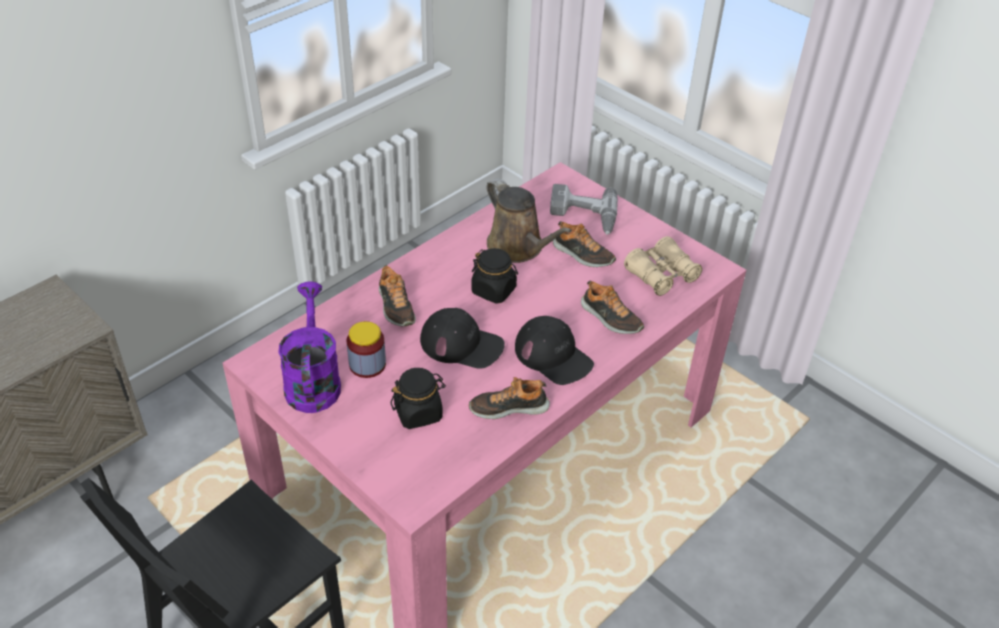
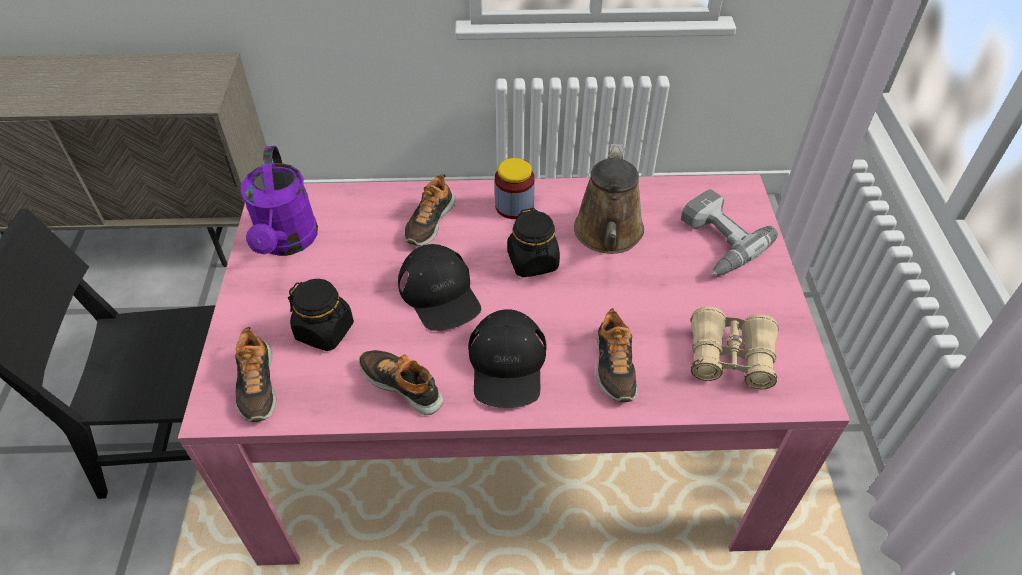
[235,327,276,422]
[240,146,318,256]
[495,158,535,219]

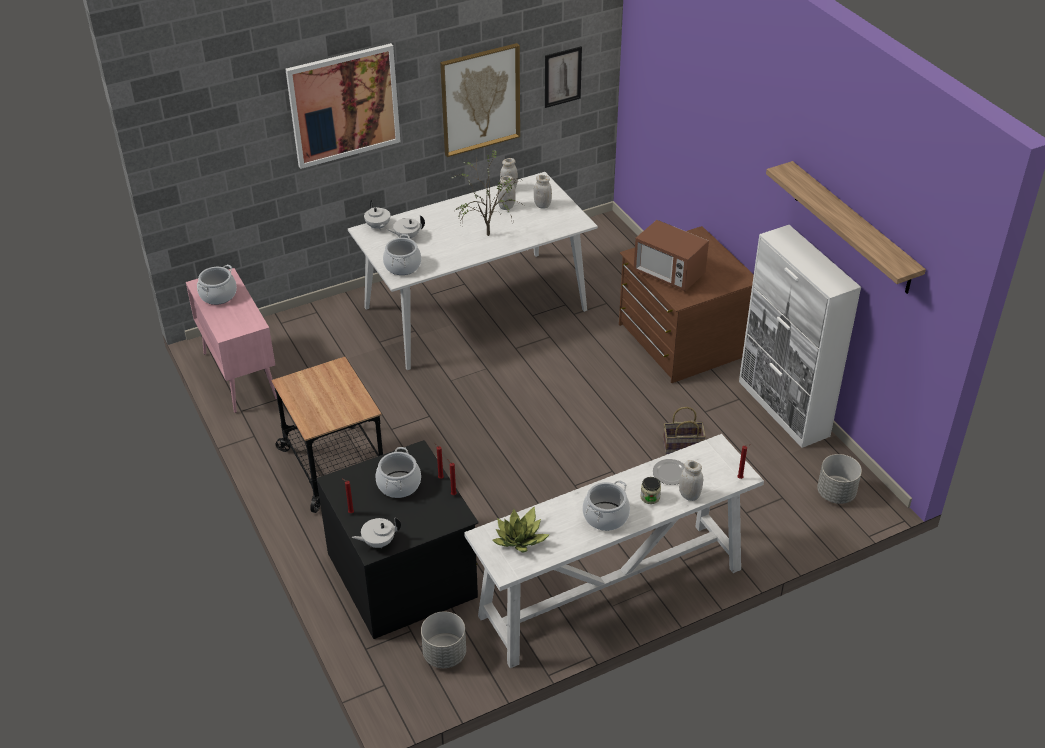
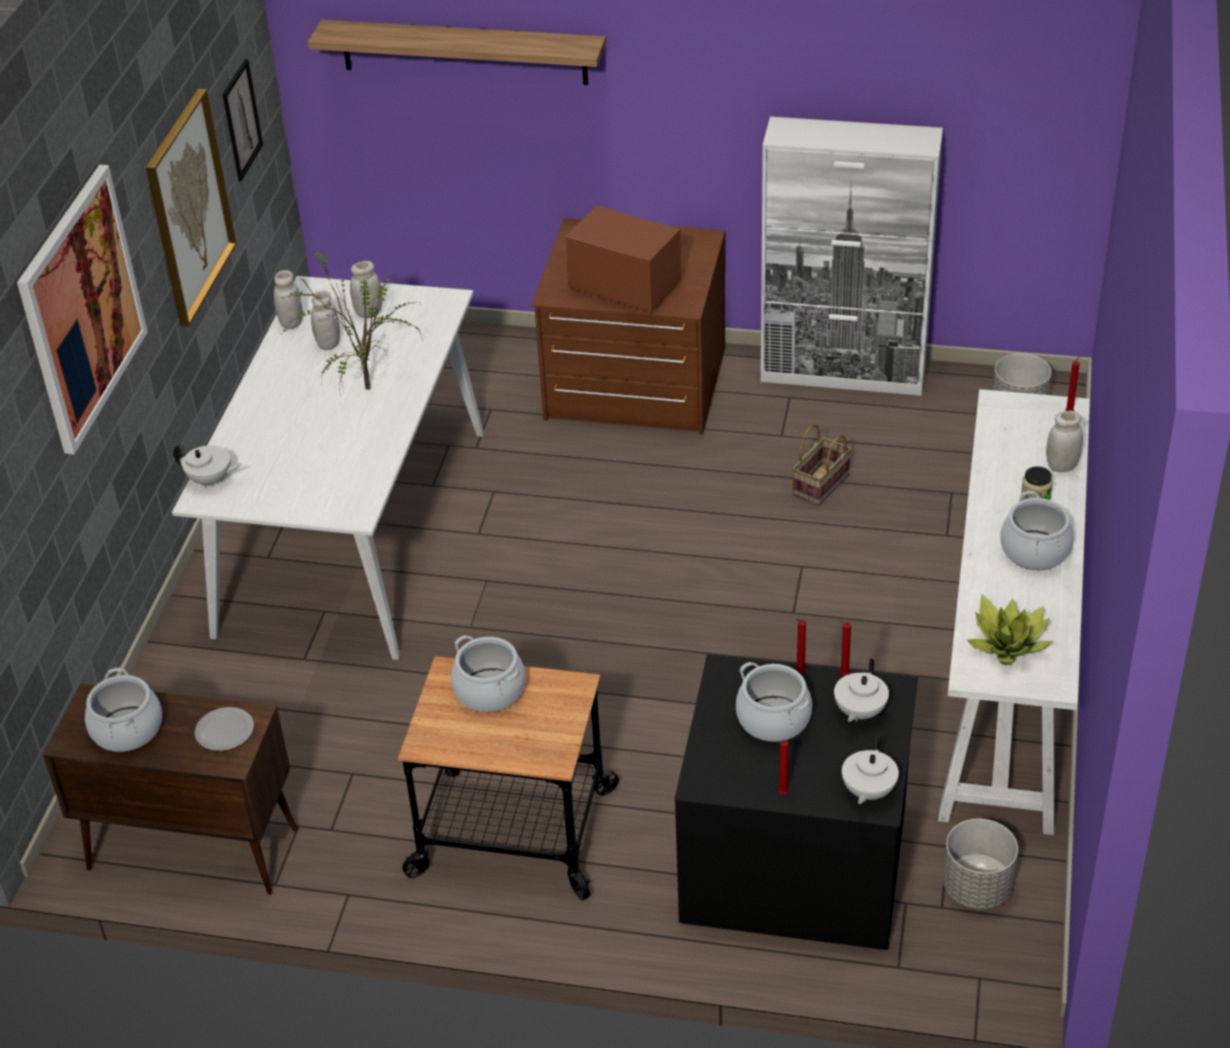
[43,683,297,895]
[195,707,254,751]
[308,20,606,85]
[451,635,526,712]
[565,205,681,313]
[834,658,889,722]

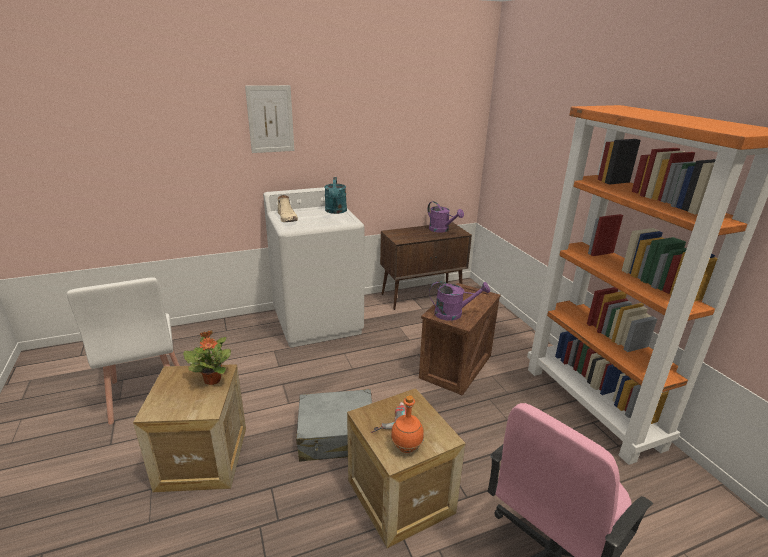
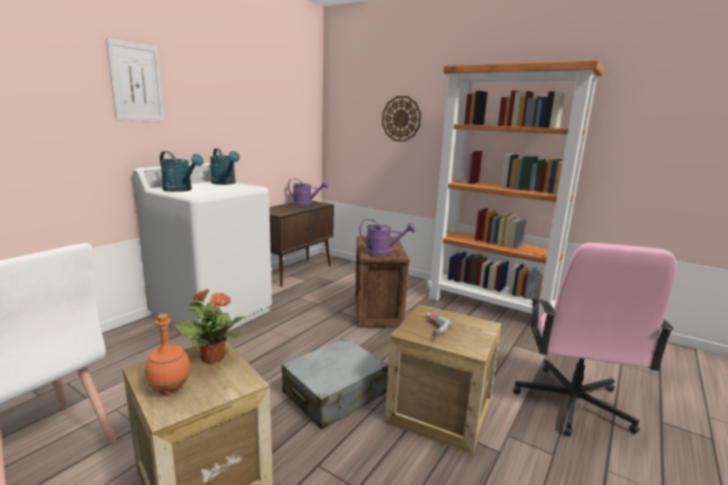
[145,314,191,395]
[160,151,204,192]
[360,219,416,256]
[382,96,421,142]

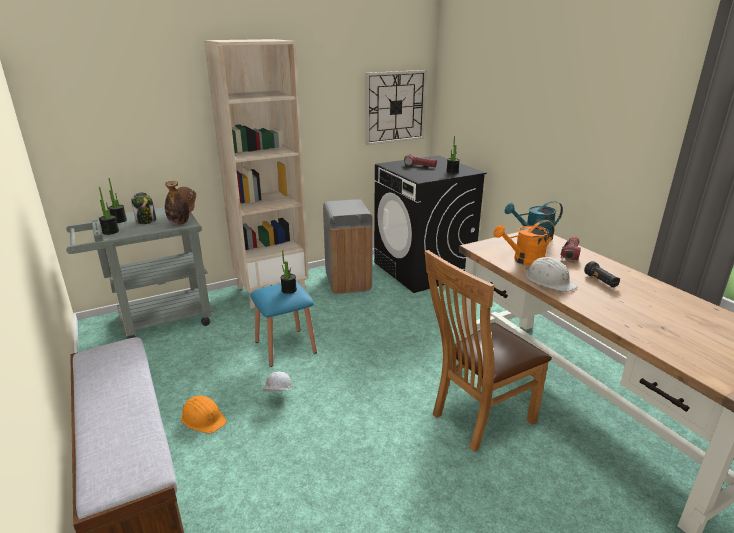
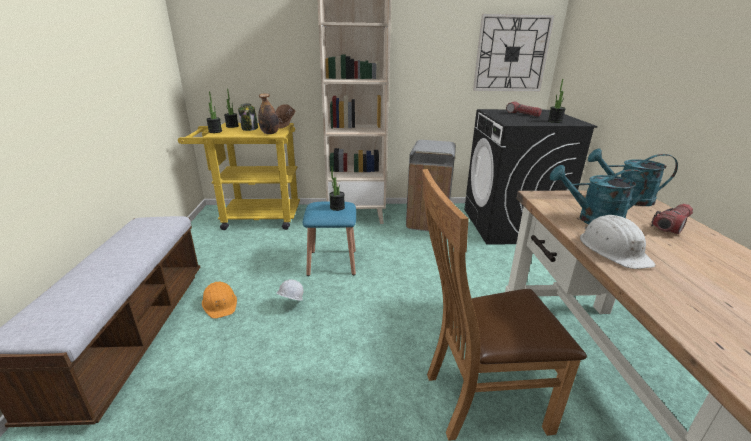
[178,123,300,230]
[550,165,648,224]
[584,261,620,288] (first image)

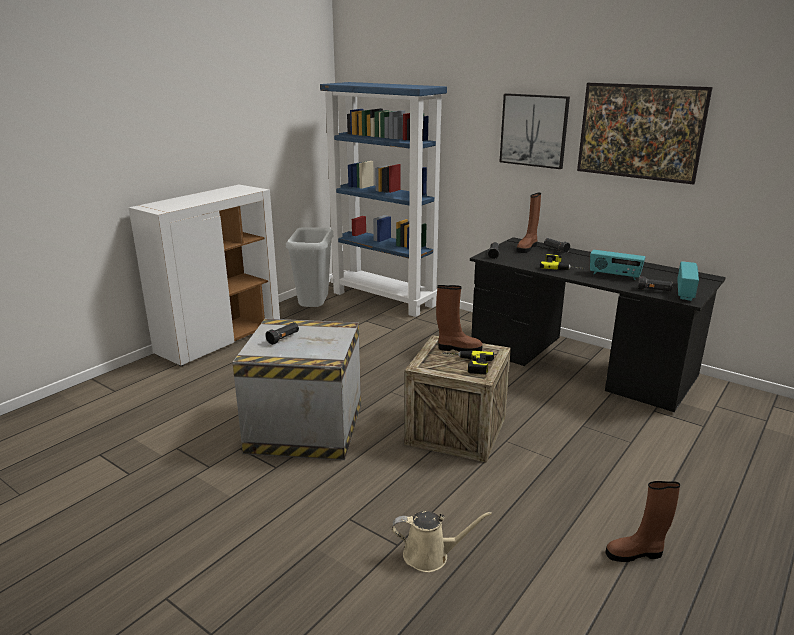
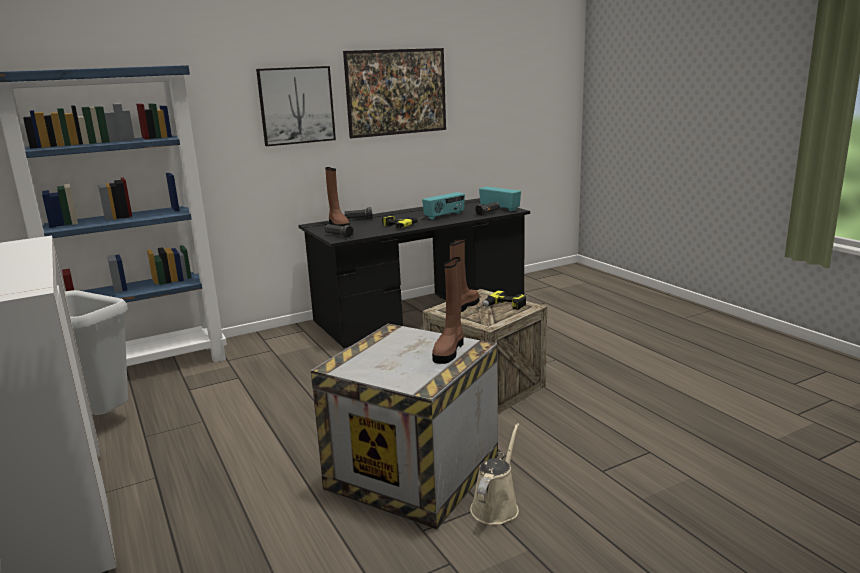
[432,257,464,364]
[470,423,519,525]
[265,322,299,345] (first image)

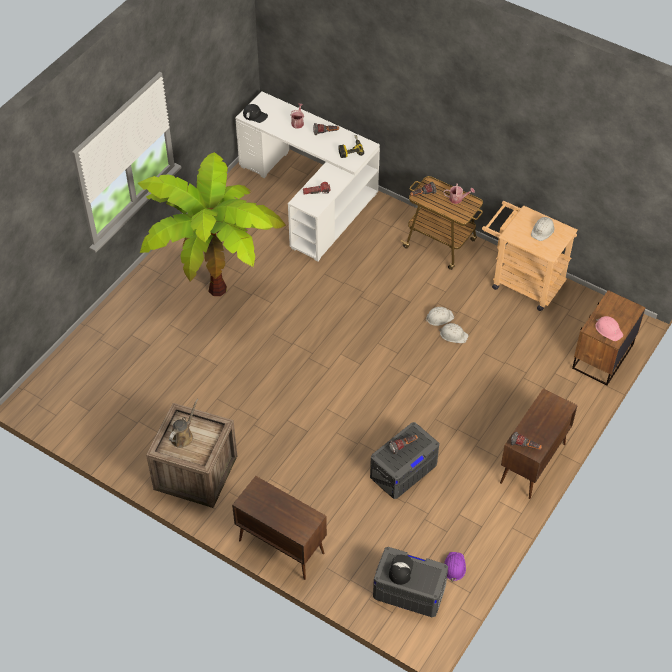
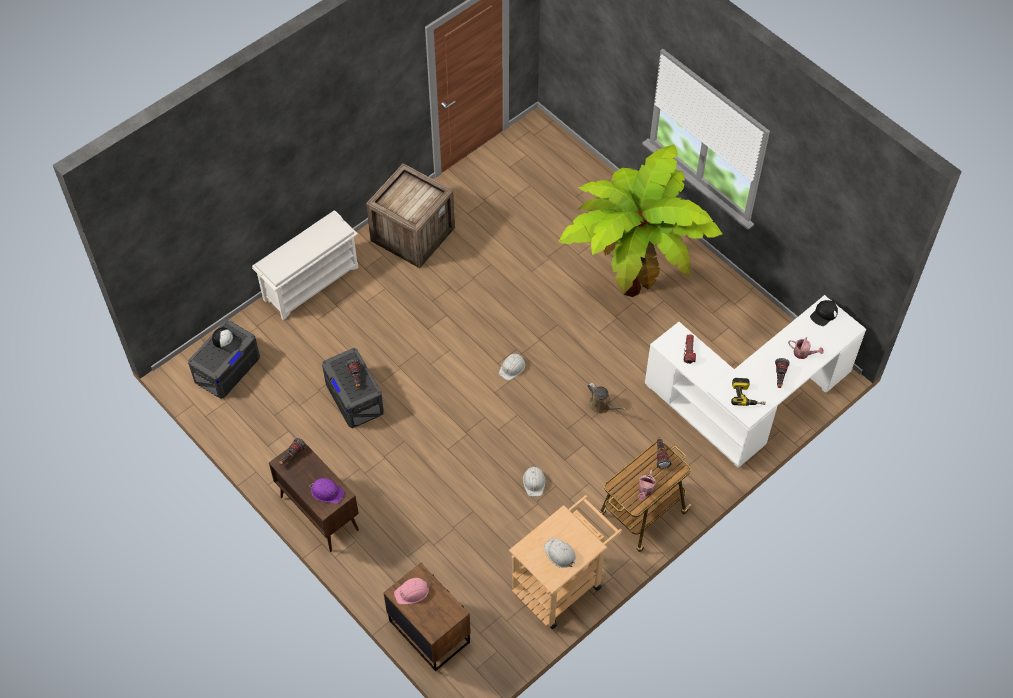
[252,210,358,320]
[309,478,345,503]
[499,354,525,380]
[588,383,626,414]

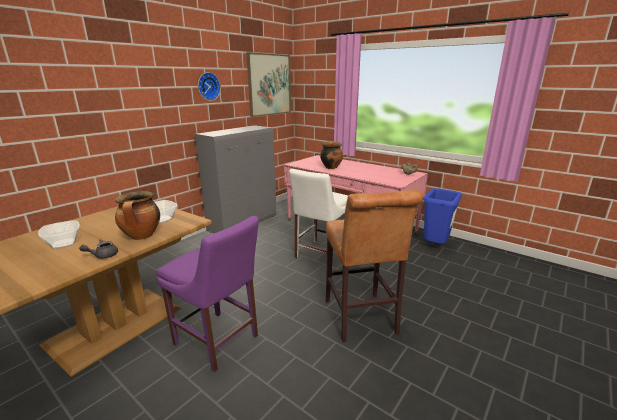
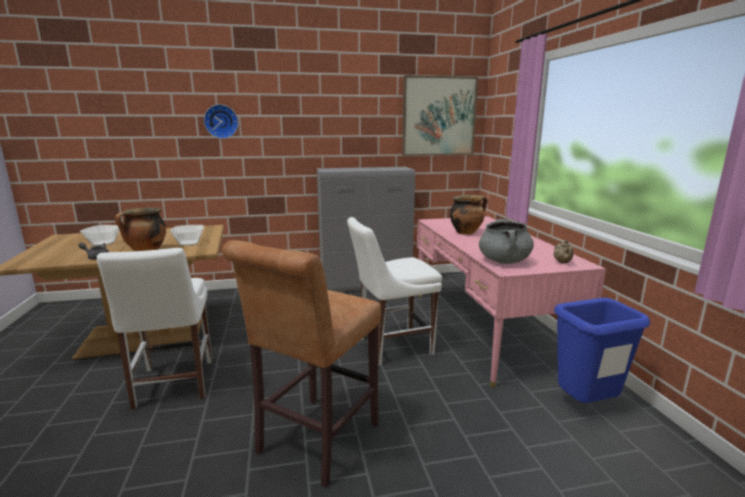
[97,248,212,409]
[204,104,239,139]
[479,219,534,264]

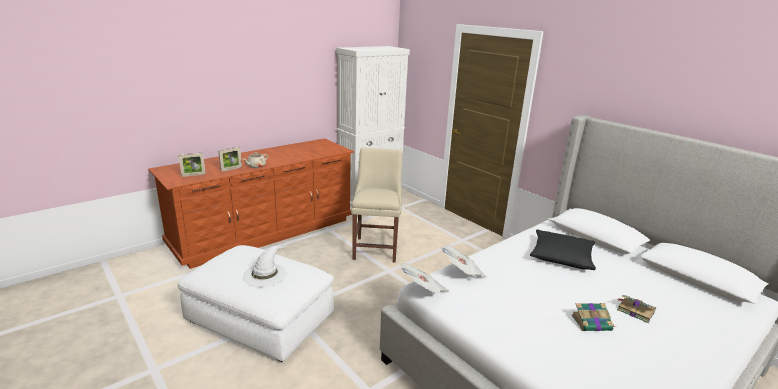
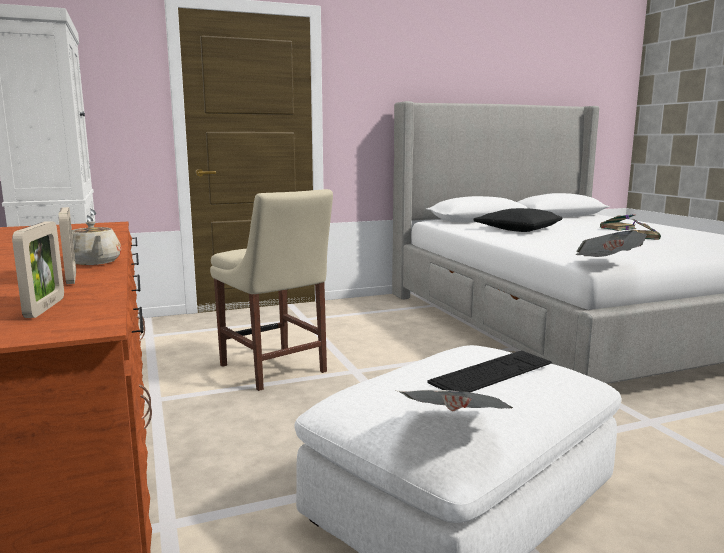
[210,189,333,391]
[398,390,513,411]
[428,350,552,392]

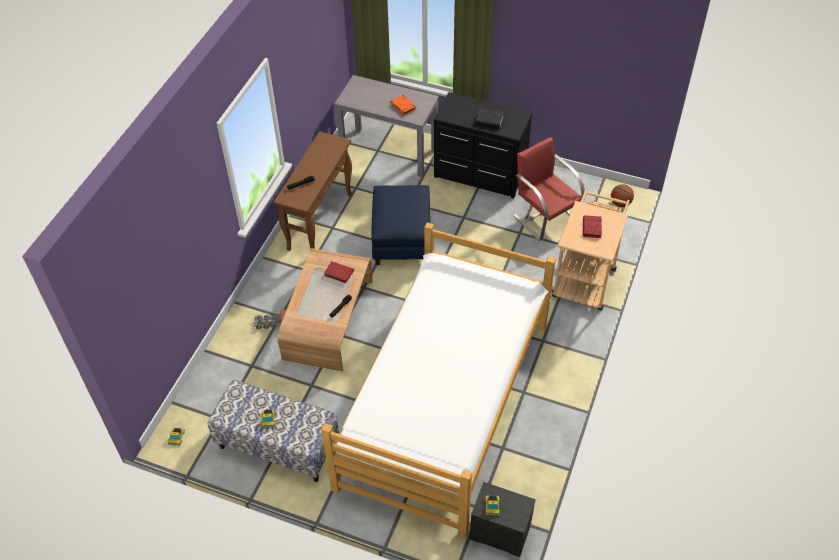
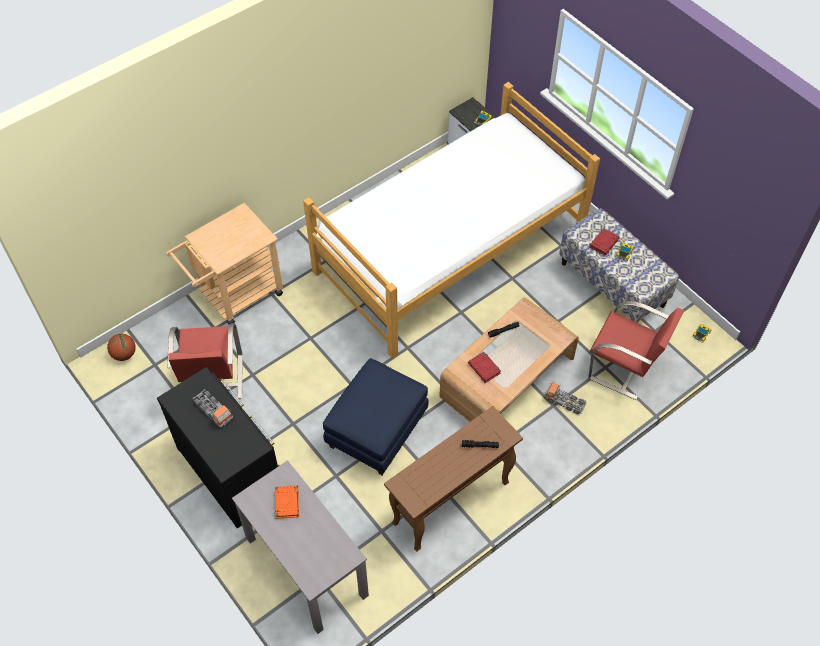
[193,389,233,428]
[588,301,684,400]
[590,228,620,256]

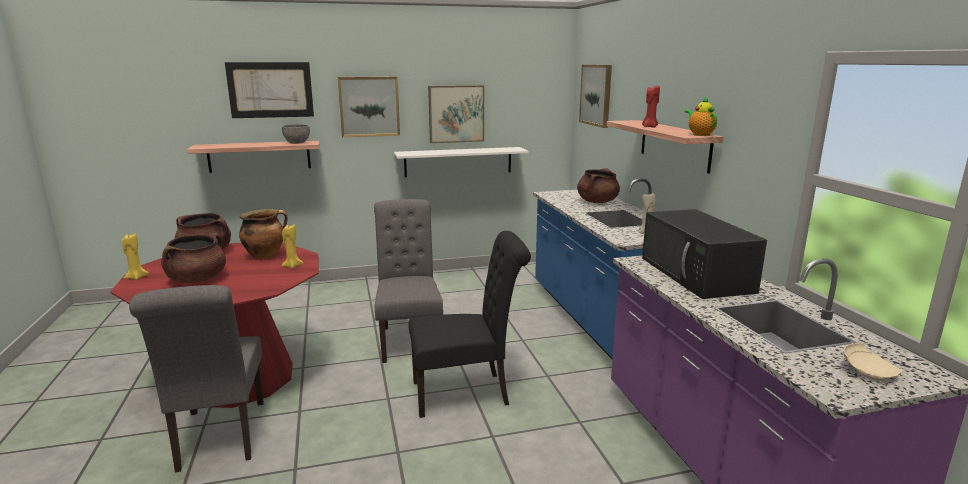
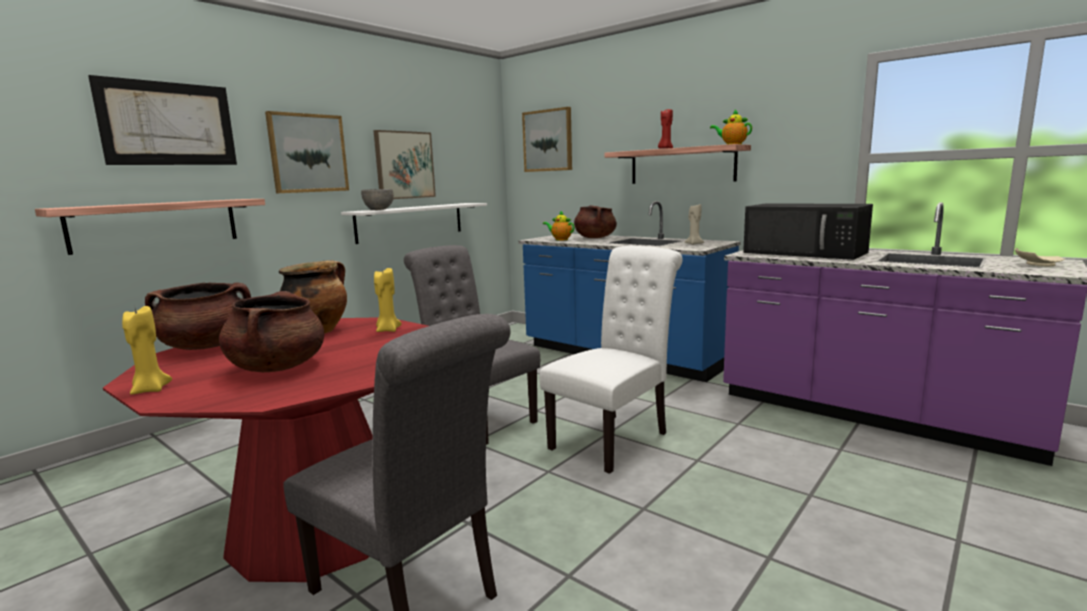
[361,189,394,210]
[540,246,682,474]
[543,211,574,241]

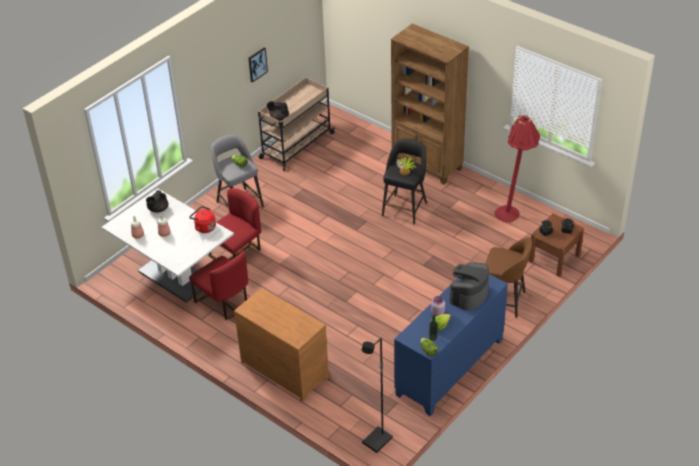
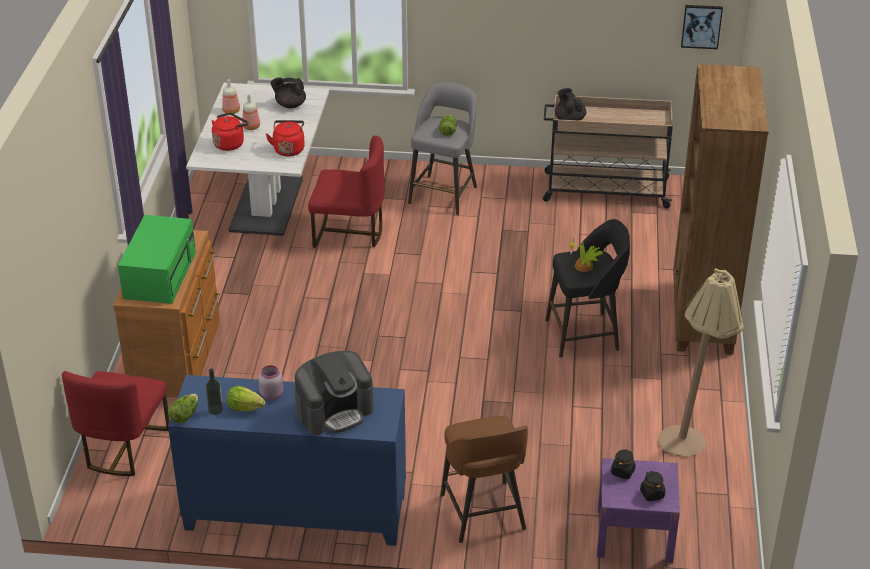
[62,371,170,476]
[118,215,196,304]
[212,113,249,151]
[295,351,374,435]
[597,458,680,563]
[658,268,744,457]
[681,5,723,49]
[362,338,393,453] (first image)

